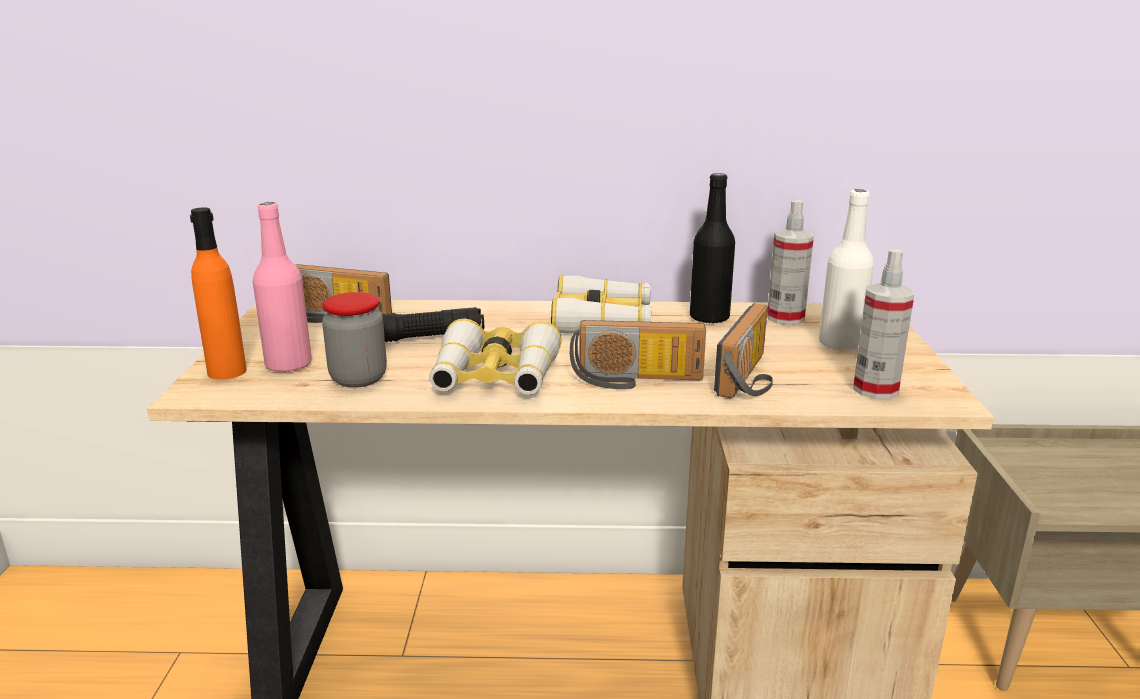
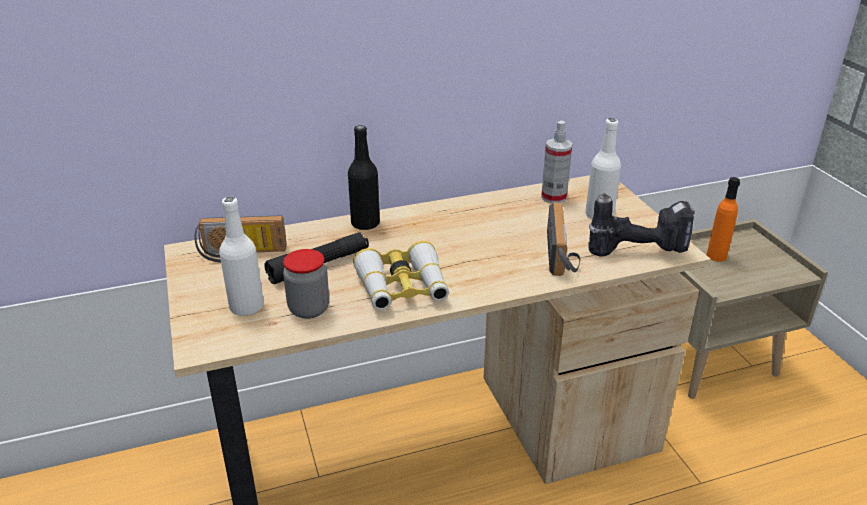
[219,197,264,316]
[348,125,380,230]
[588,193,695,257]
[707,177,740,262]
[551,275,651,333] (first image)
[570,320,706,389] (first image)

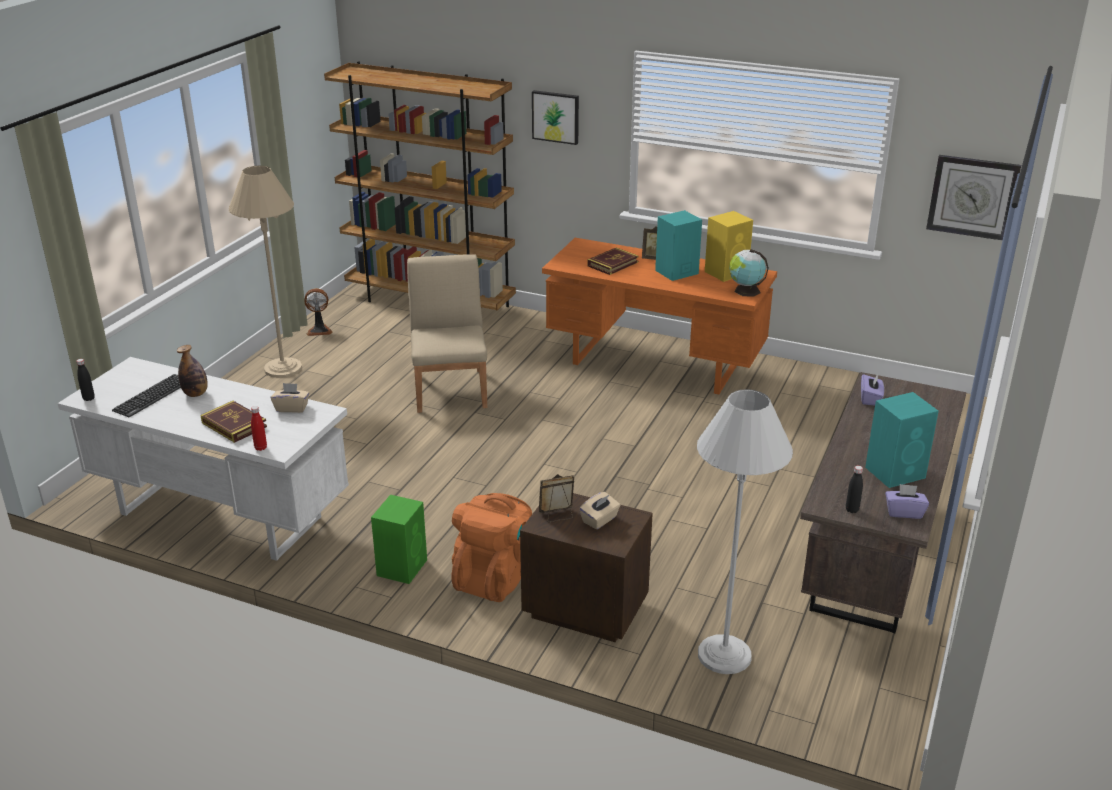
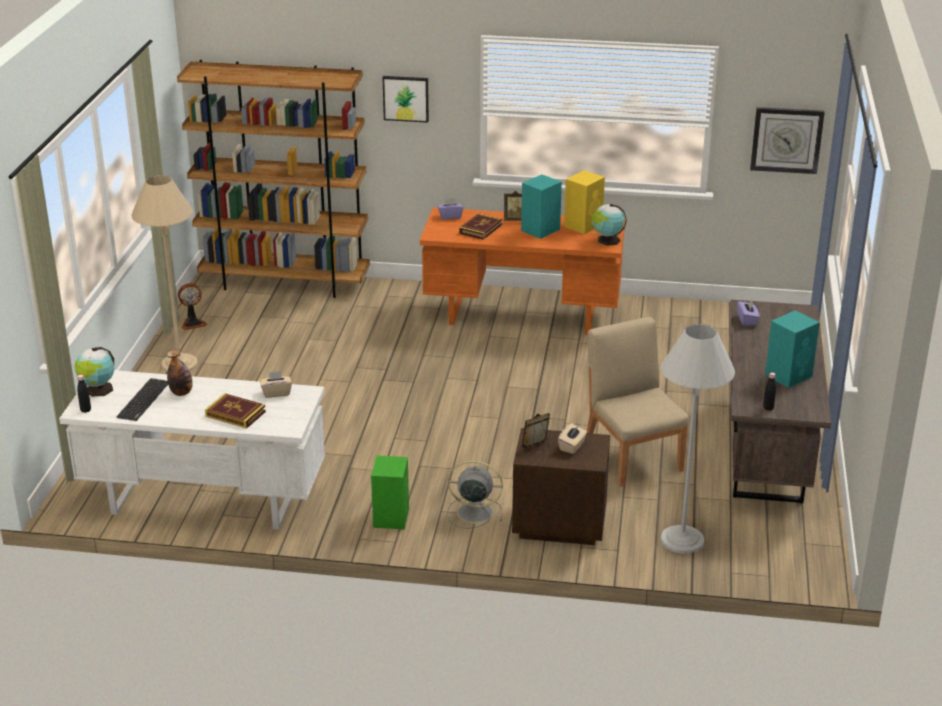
[74,347,114,397]
[438,198,463,219]
[447,460,503,529]
[587,317,689,487]
[251,406,267,451] (first image)

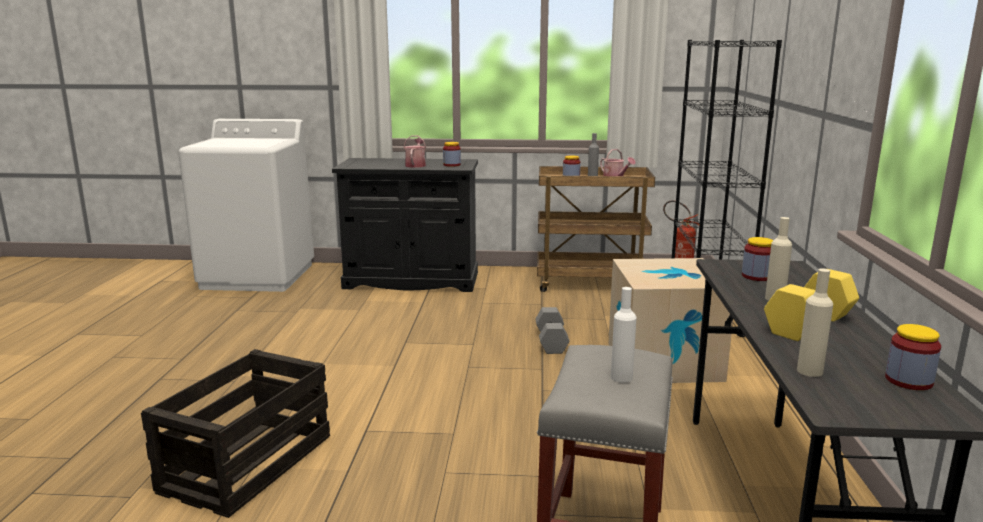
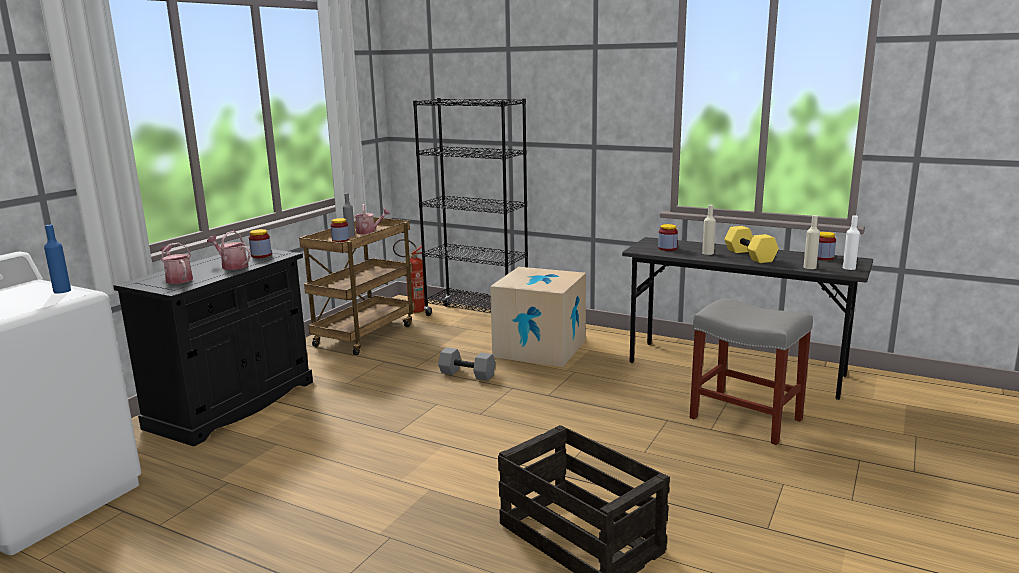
[44,225,71,294]
[160,243,193,284]
[843,215,860,270]

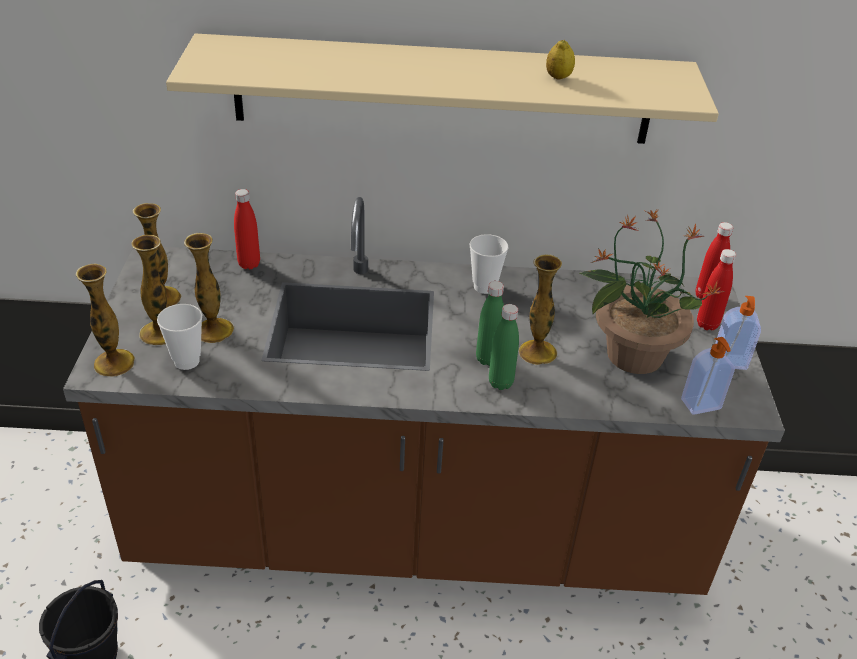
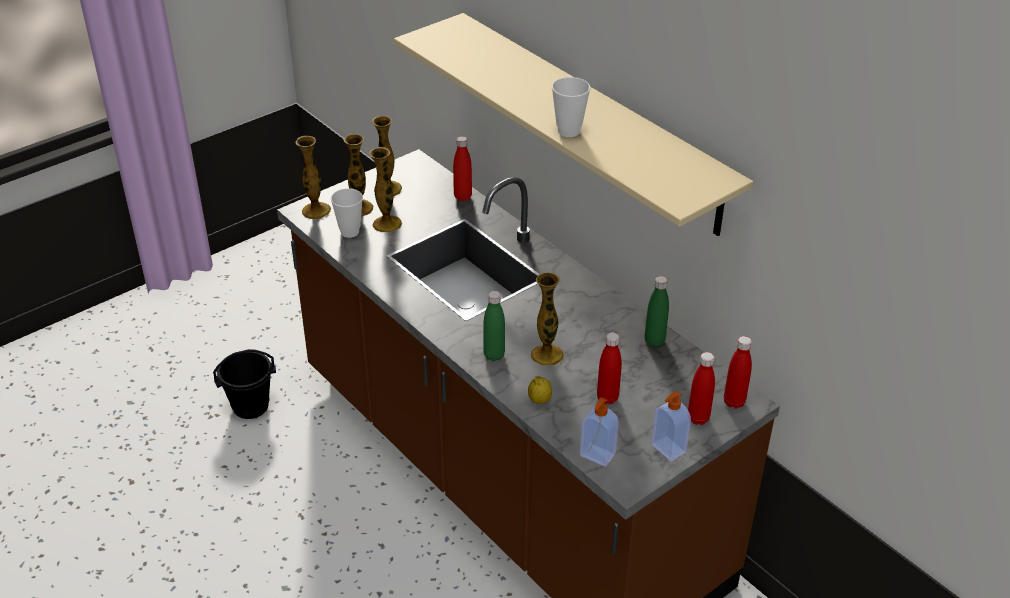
[528,376,552,404]
[552,77,590,137]
[597,332,622,404]
[645,276,669,346]

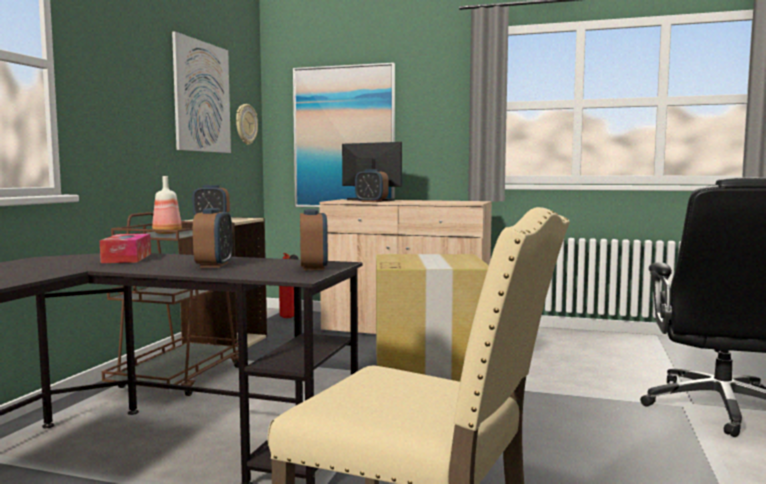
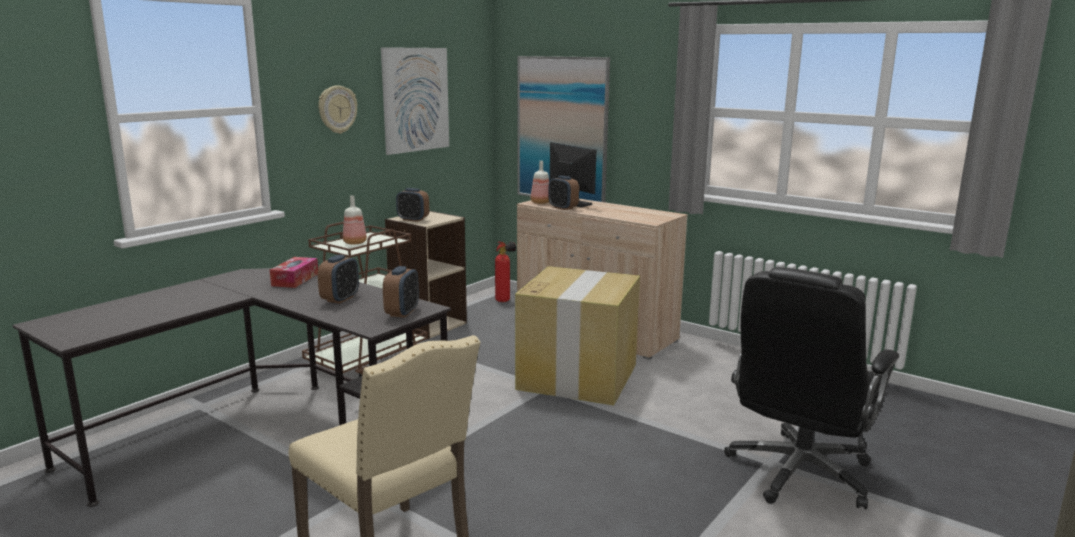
[318,85,357,134]
[531,161,549,204]

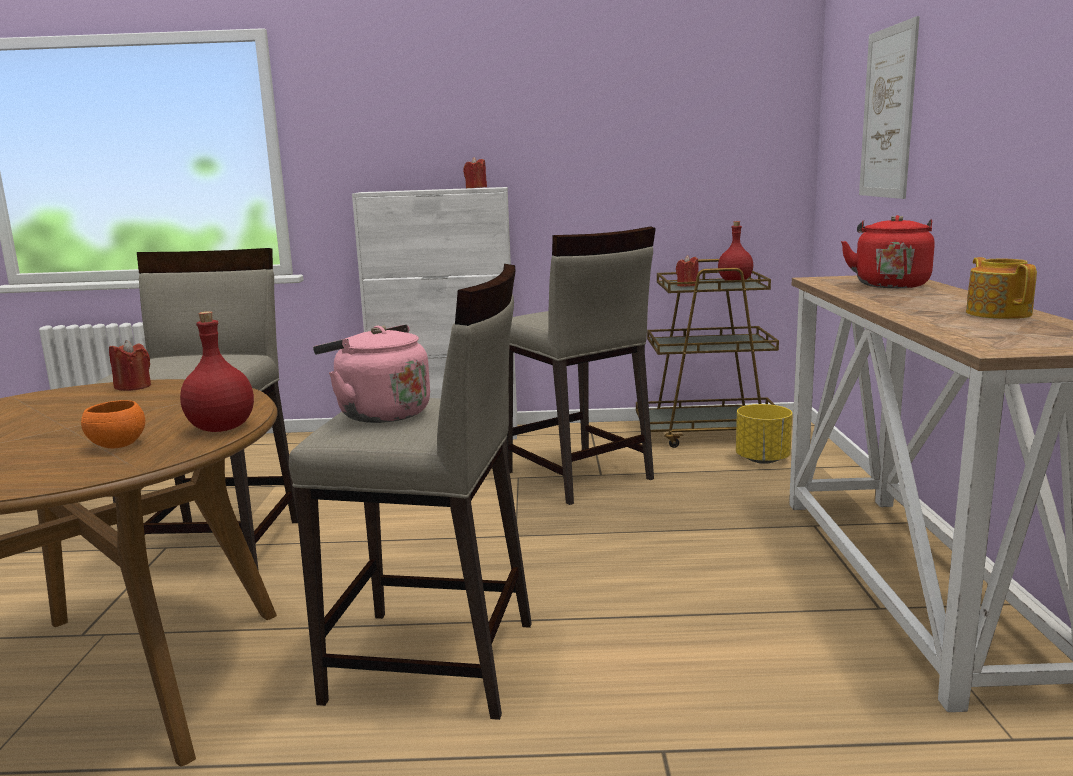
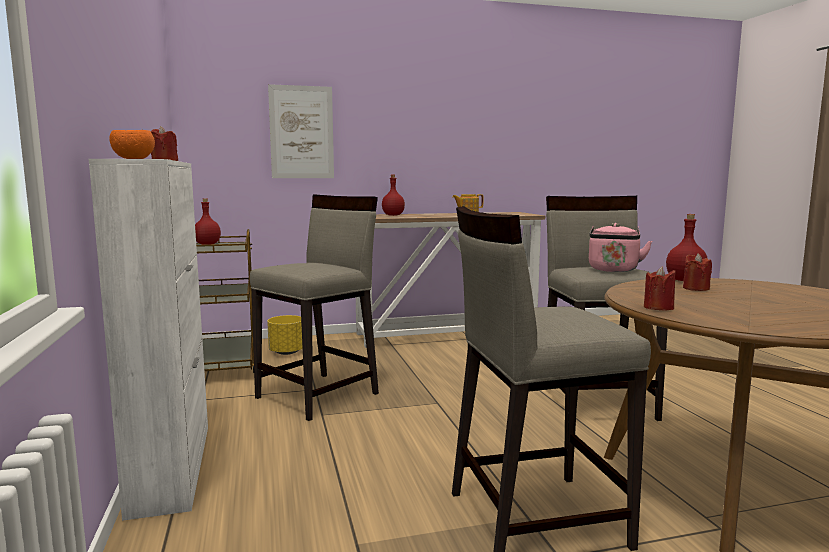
[109,130,155,159]
[382,175,405,216]
[683,253,712,291]

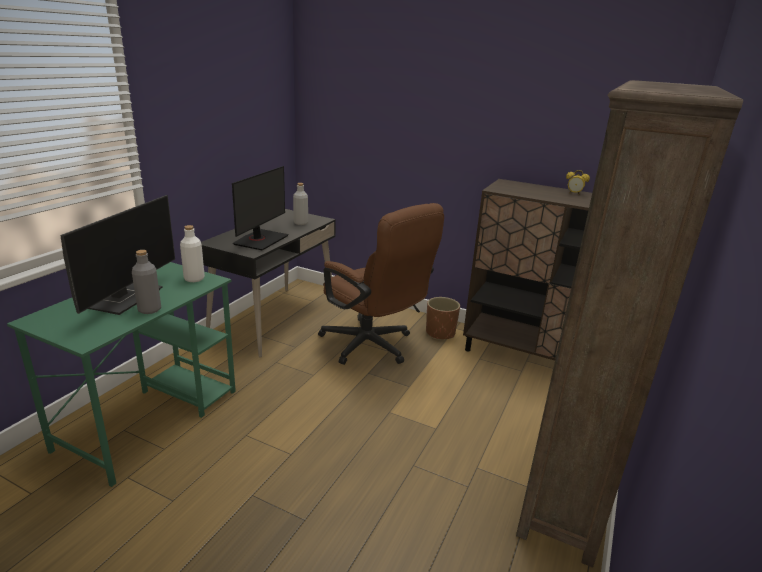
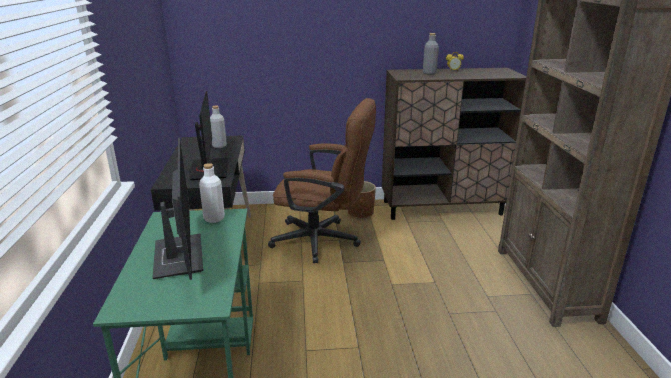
[423,33,439,75]

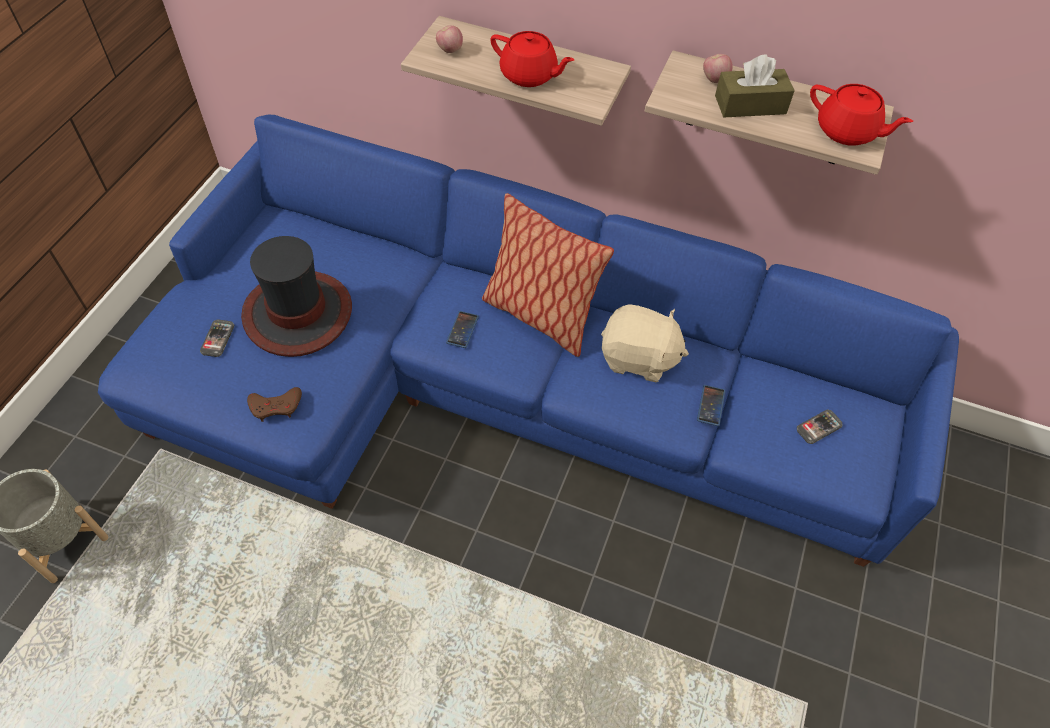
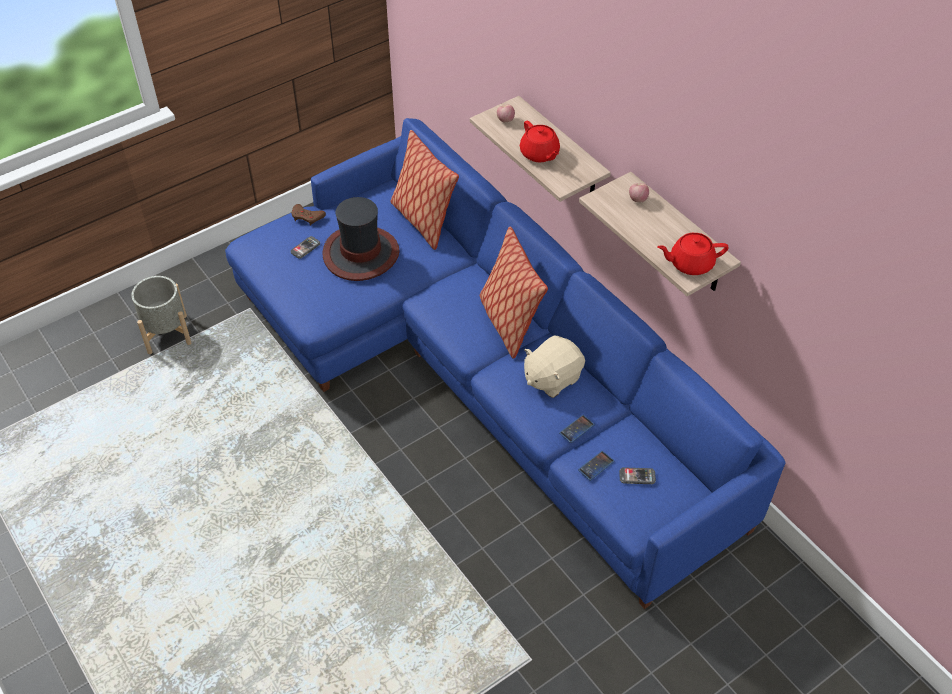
[292,204,326,225]
[390,130,459,250]
[524,336,585,398]
[578,451,614,481]
[657,233,728,275]
[715,54,795,117] (first image)

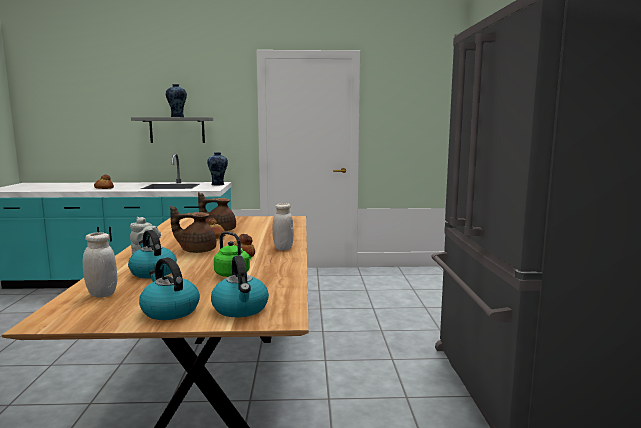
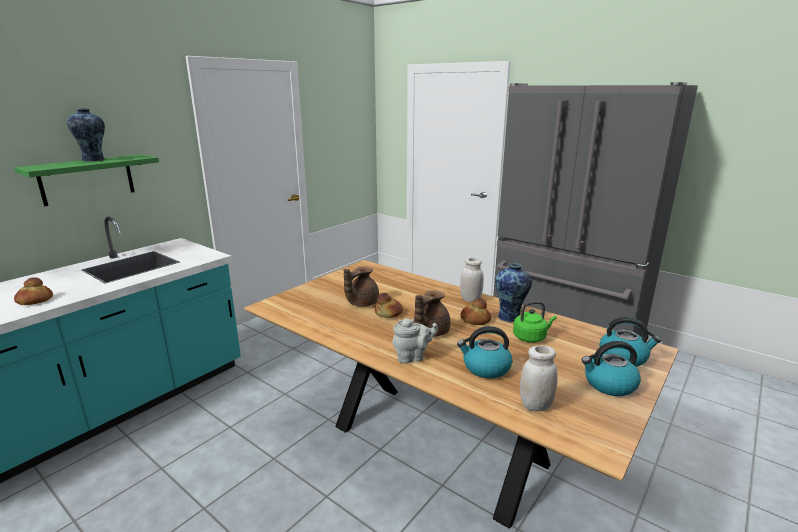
[14,154,159,206]
[495,263,532,322]

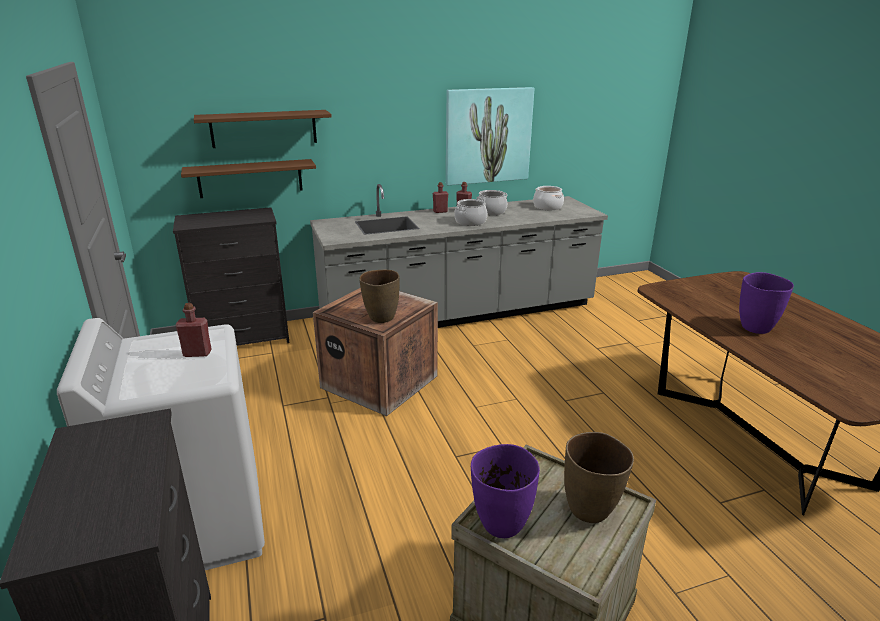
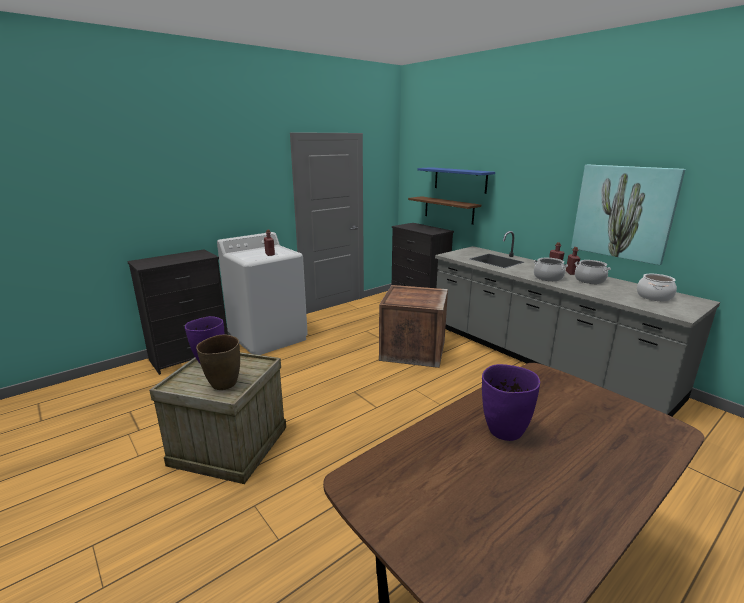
[417,167,495,194]
[359,270,400,323] (first image)

